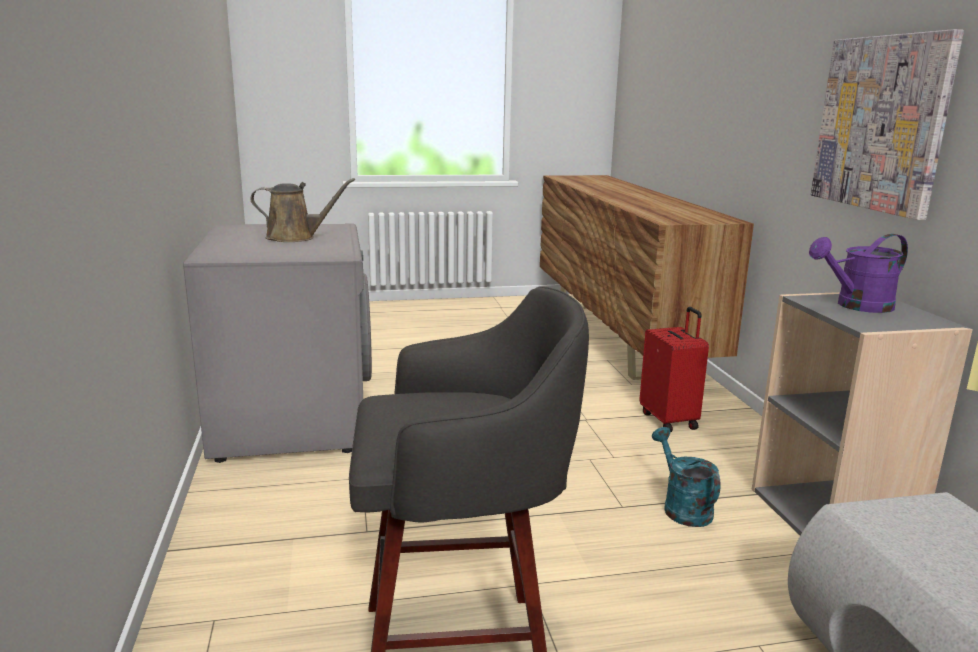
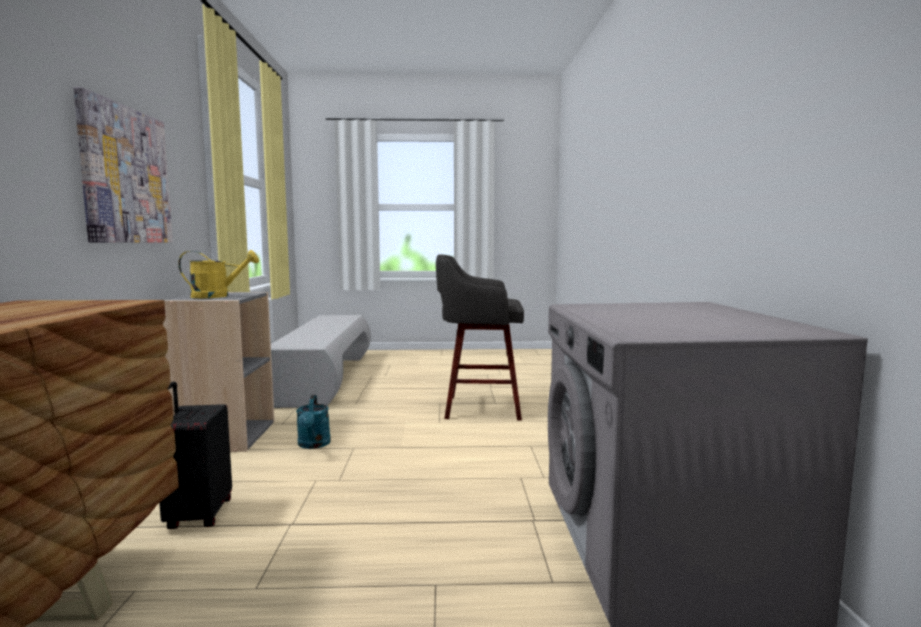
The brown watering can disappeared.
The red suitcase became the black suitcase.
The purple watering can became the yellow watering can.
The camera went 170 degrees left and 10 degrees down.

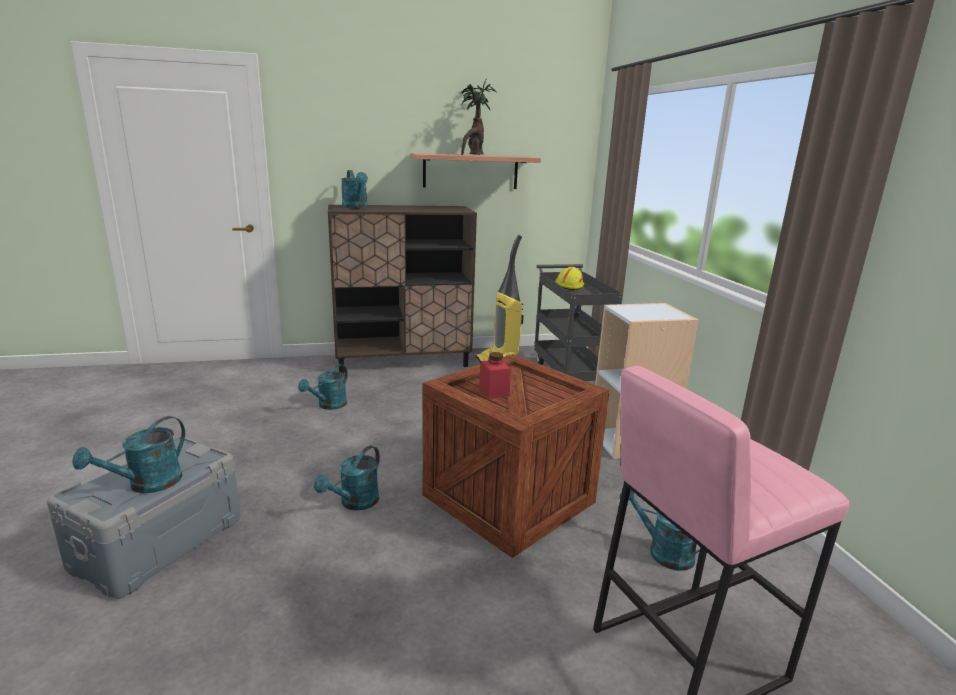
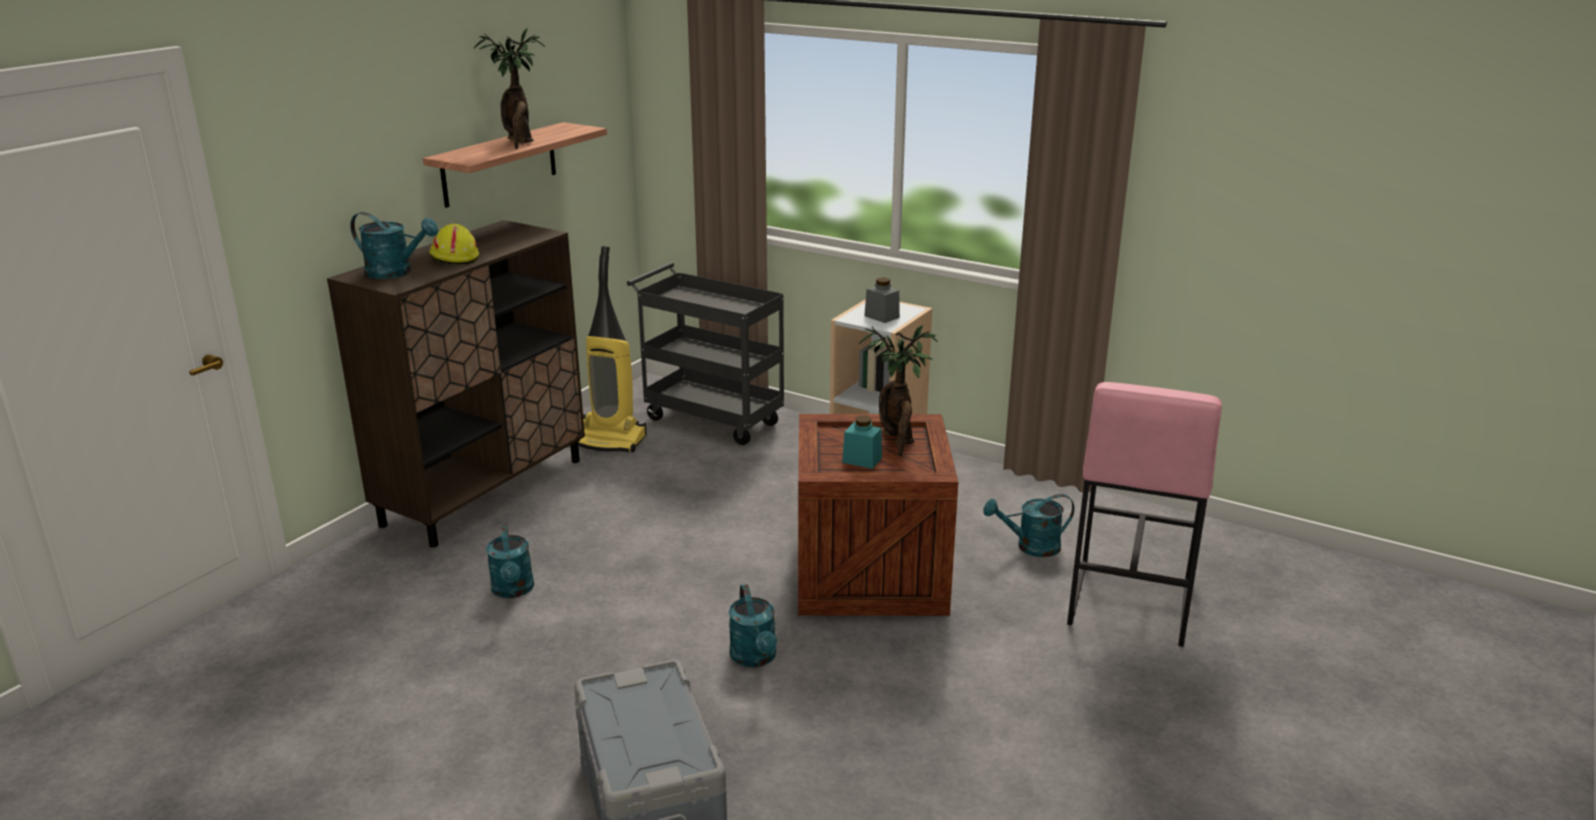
The turquoise watering can (1st from left) disappeared.
The potted plant (2nd from left) appeared.
The grey jar appeared.
The yellow hard hat moved.
The red jar became the turquoise jar.
The camera went 45 degrees left and 5 degrees up.

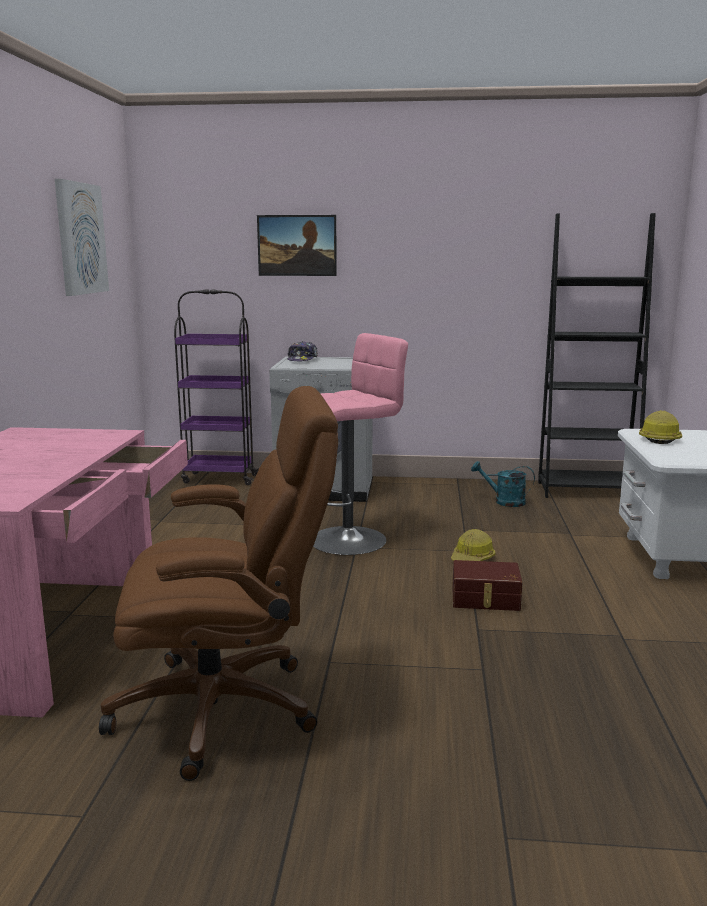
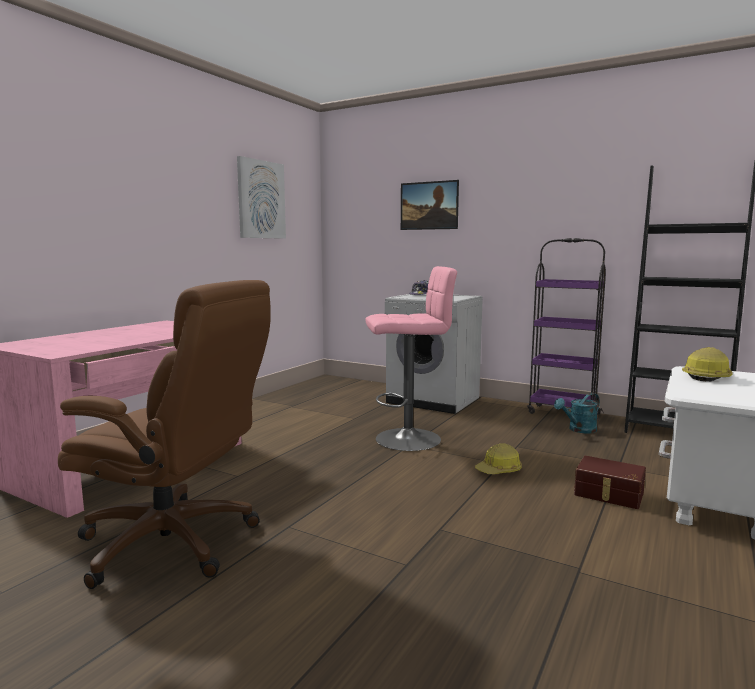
The purple cart moved.
The brown storage box moved.
The turquoise watering can turned 75 degrees counterclockwise.
The camera went 25 degrees right and 5 degrees down.

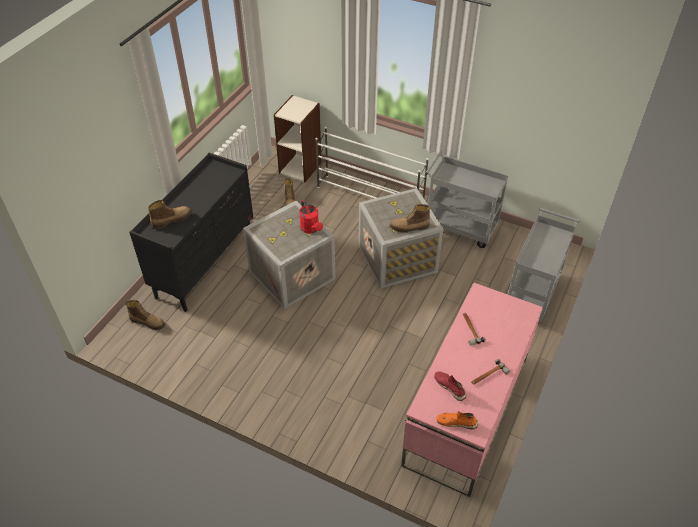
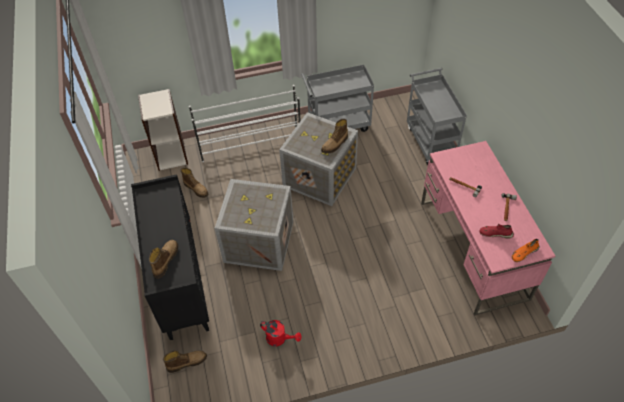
The red watering can moved.
The camera went 40 degrees left and 5 degrees up.

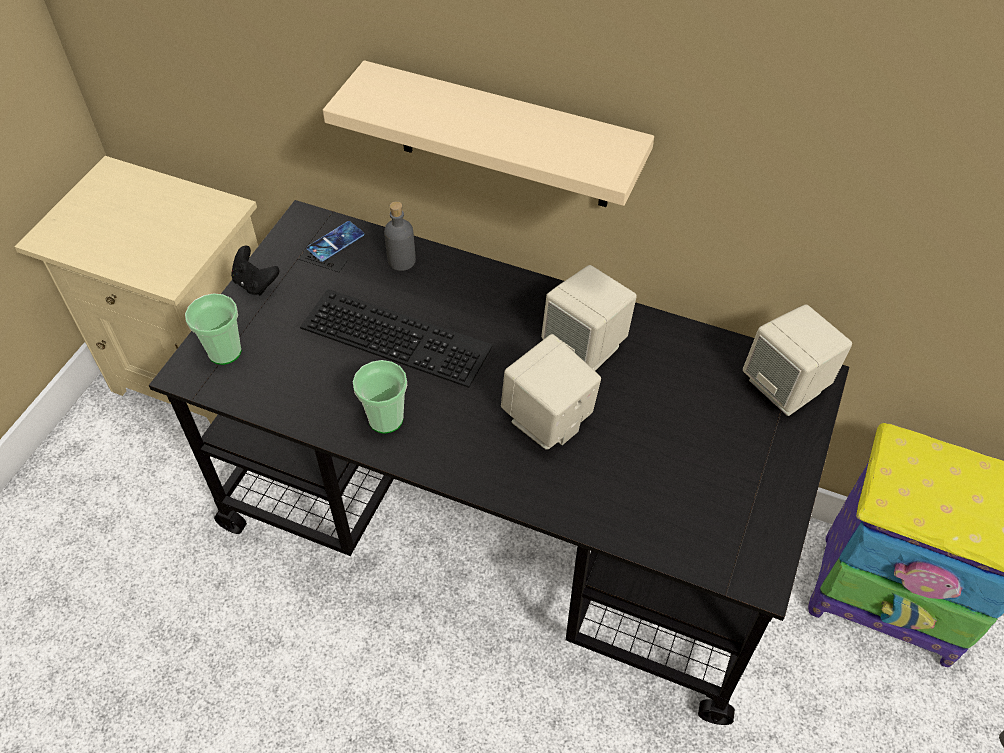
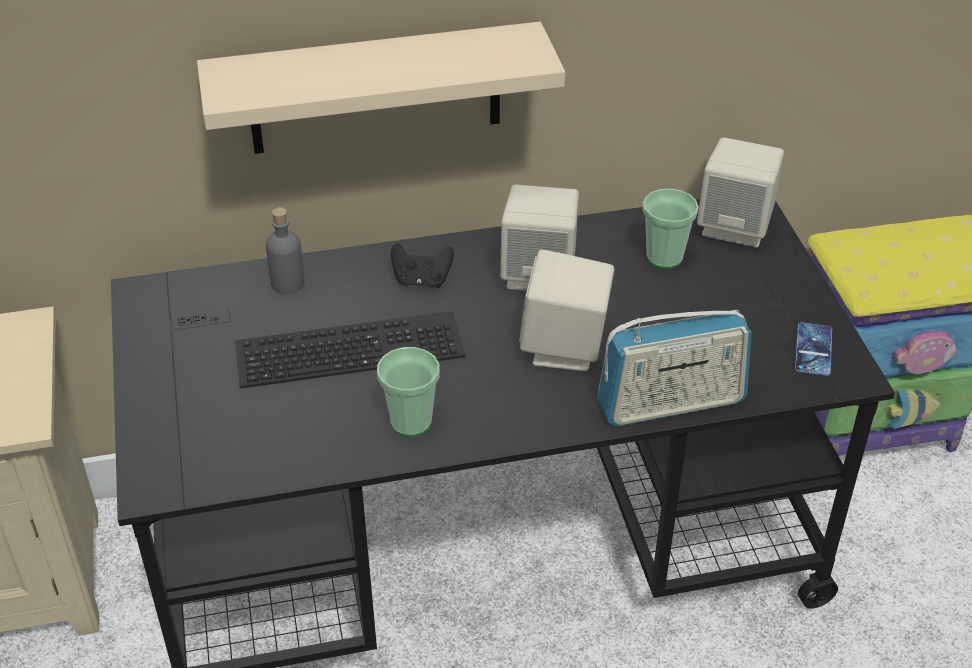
The radio appeared.
The cup (1st from left in the first image) moved.
The black game controller moved.
The phone moved.
The camera went 35 degrees left and 10 degrees down.

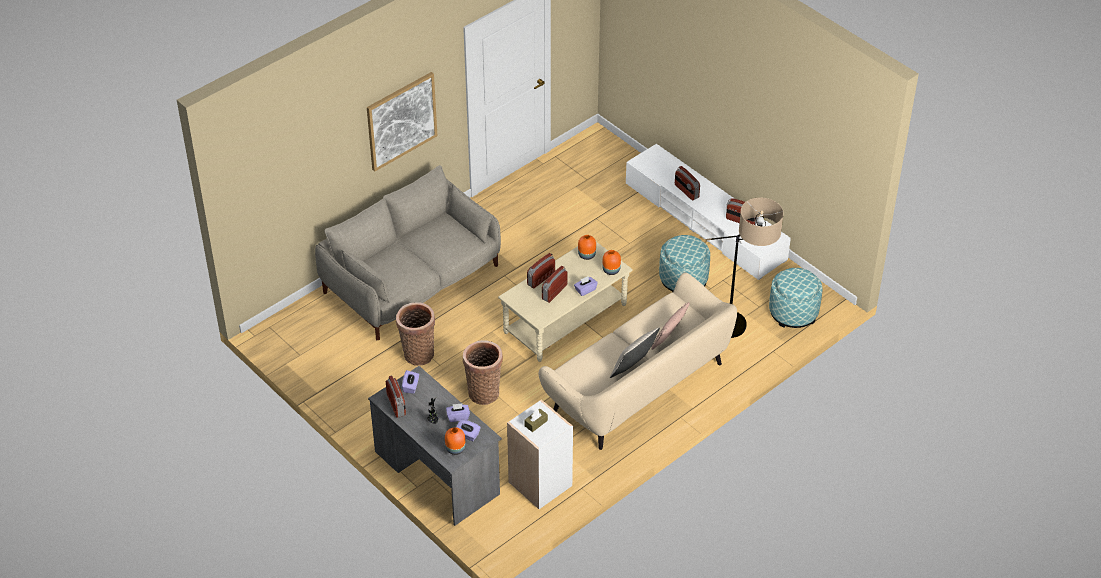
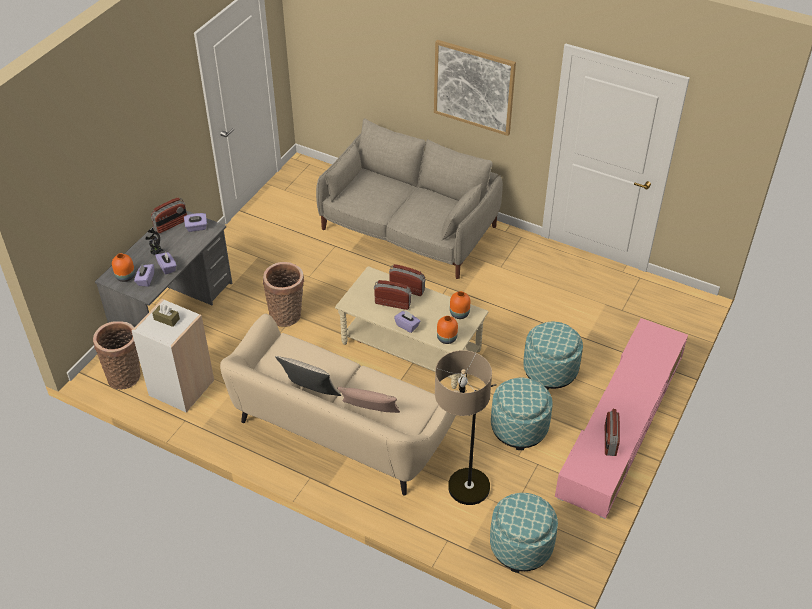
The radio (4th from left) disappeared.
The ottoman (3rd from left) appeared.
The basket (1st from left) moved.
The white tv stand became the pink tv stand.
The camera went 70 degrees right and 0 degrees up.

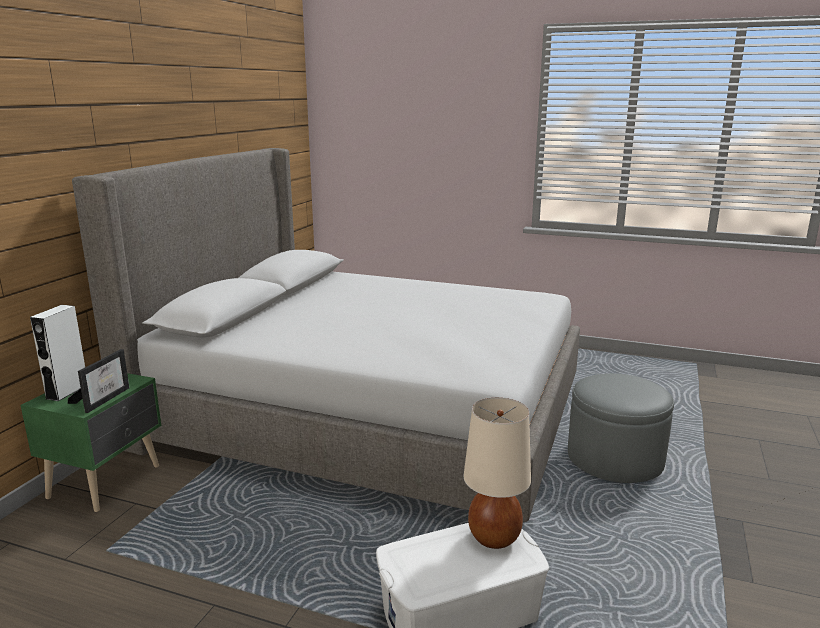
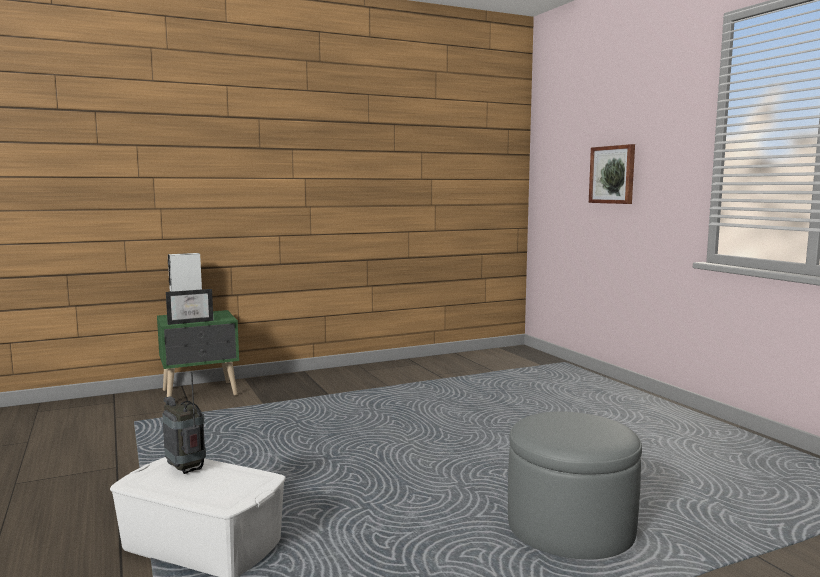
The bed disappeared.
The beige table lamp disappeared.
The radio appeared.
The picture appeared.
The camera went 45 degrees right and 10 degrees down.

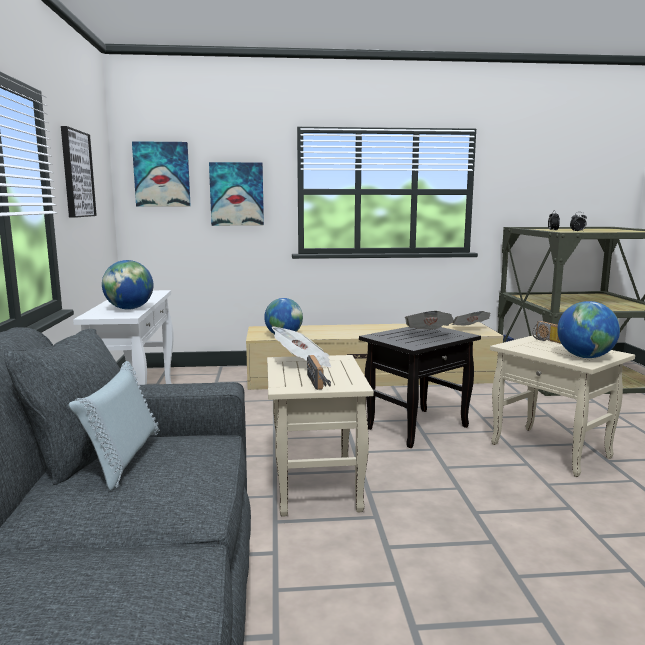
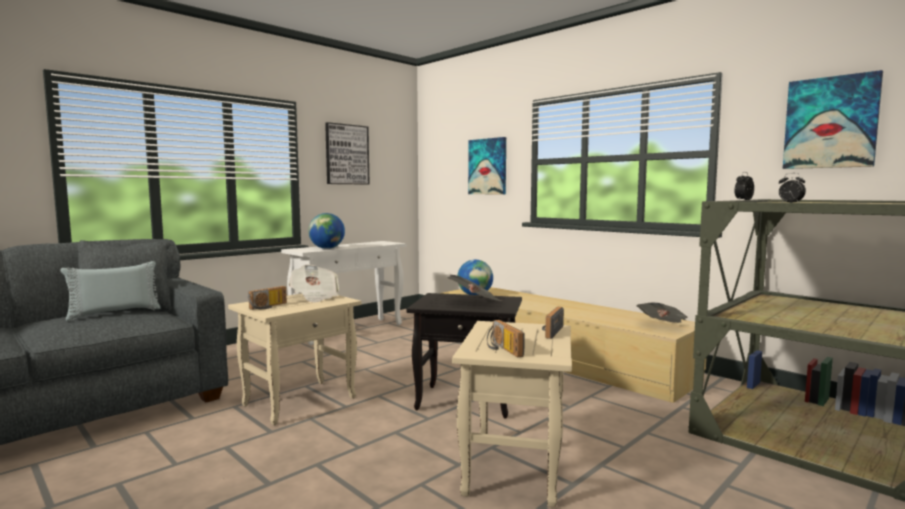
The picture (2nd from left in the first image) moved.
The globe (3rd from left) was replaced by the radio (2nd from left).
The camera went 50 degrees right and 5 degrees down.

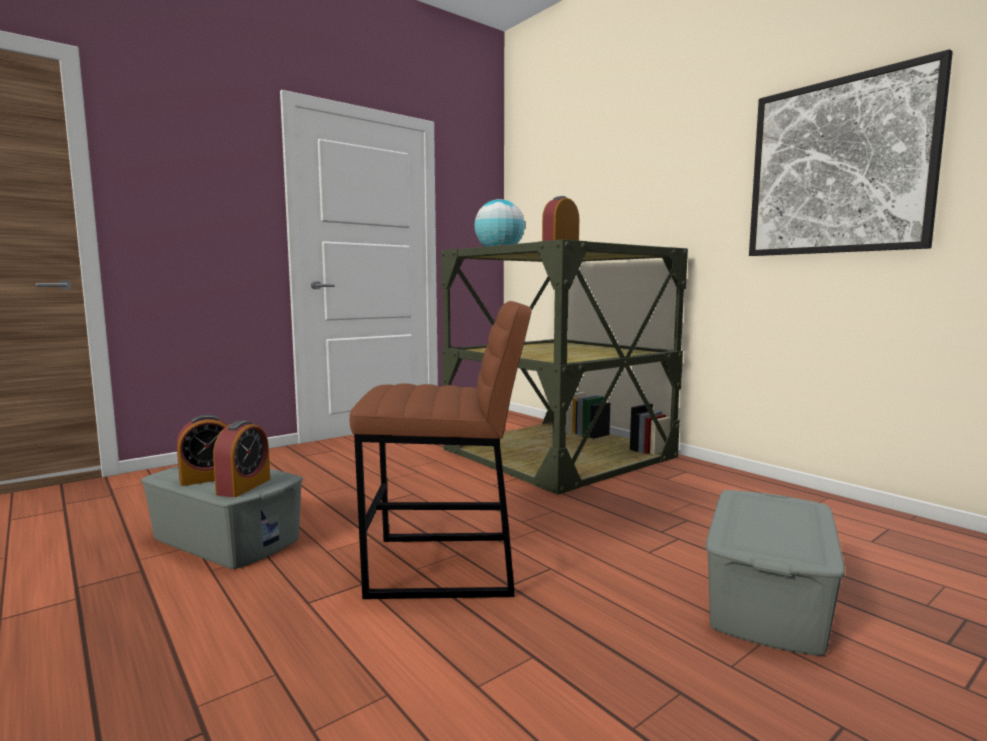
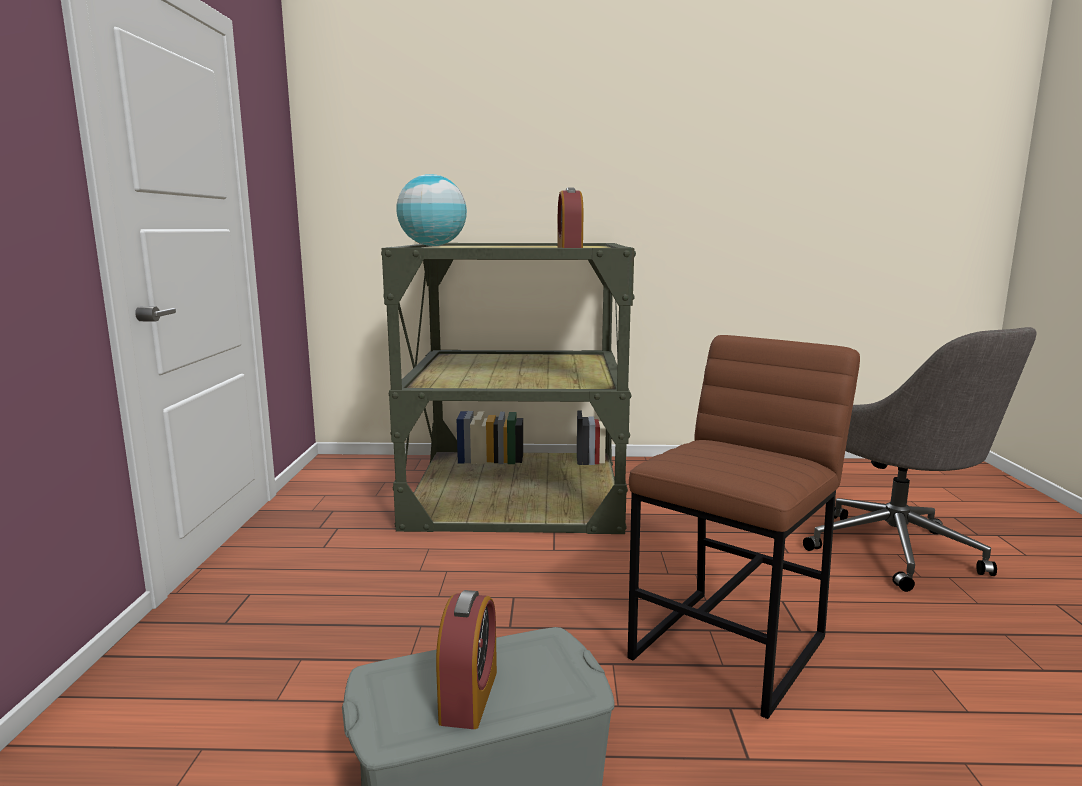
The alarm clock (2nd from left) disappeared.
The picture disappeared.
The grey storage box (2nd from left) was replaced by the grey office chair.
The camera went 50 degrees left and 5 degrees up.

